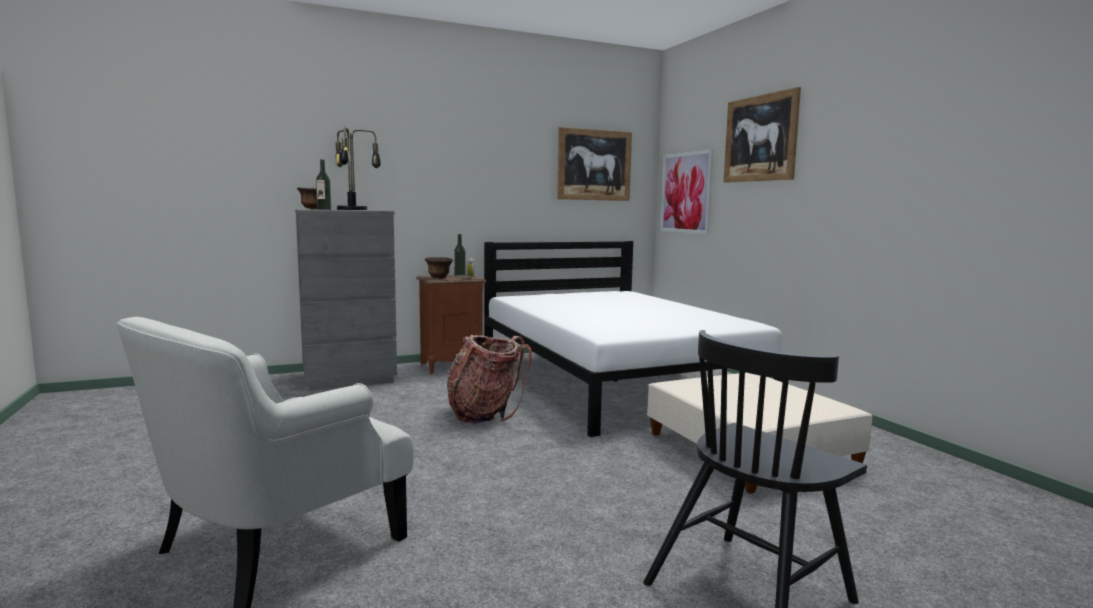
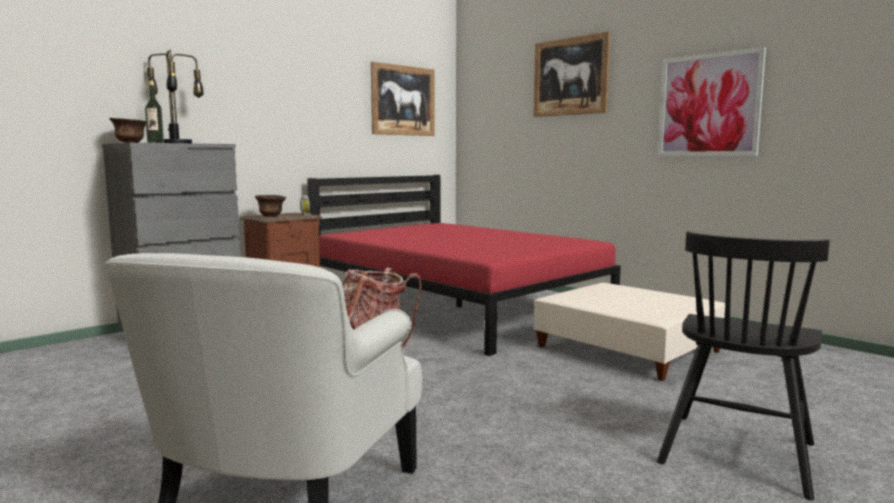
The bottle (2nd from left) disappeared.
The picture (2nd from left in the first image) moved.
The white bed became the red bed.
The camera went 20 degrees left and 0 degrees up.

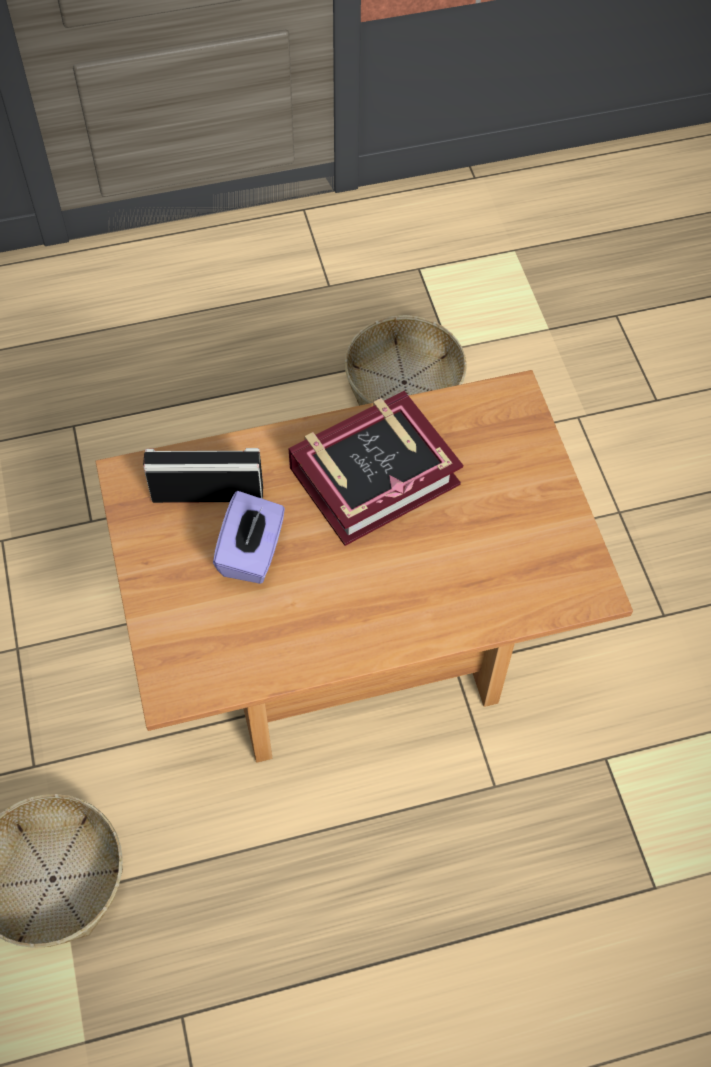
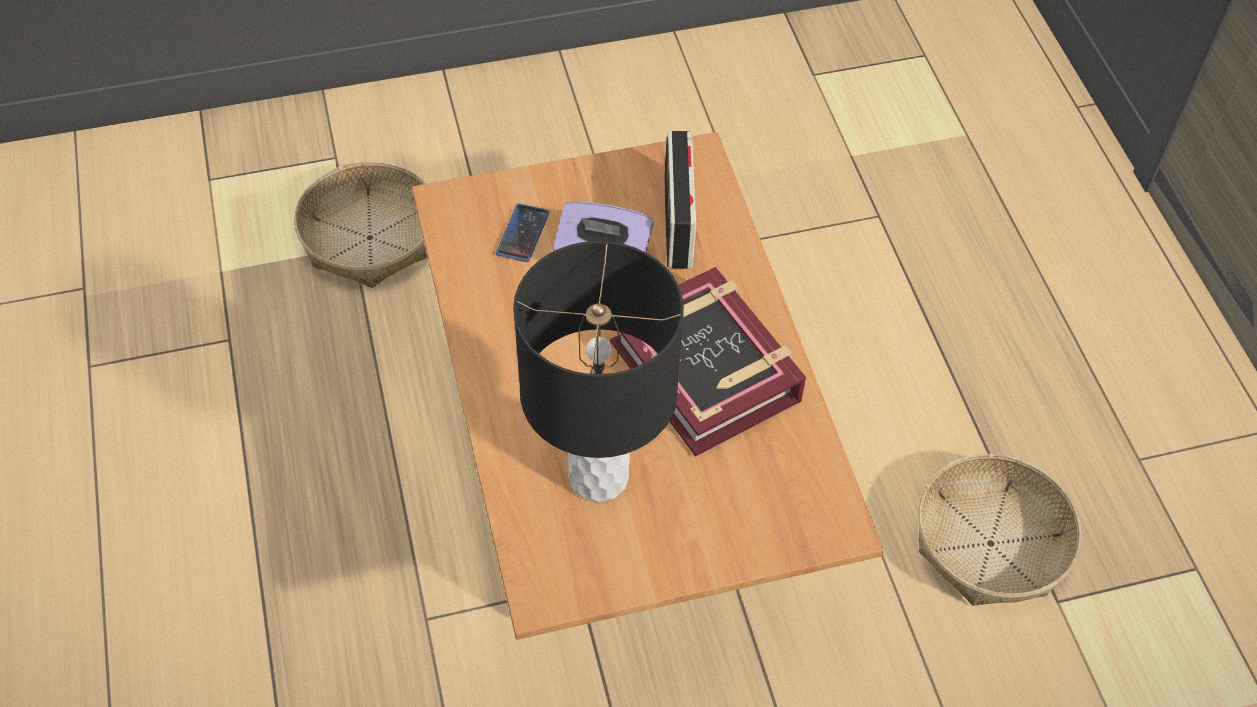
The phone appeared.
The black table lamp appeared.
The camera went 90 degrees right and 5 degrees down.

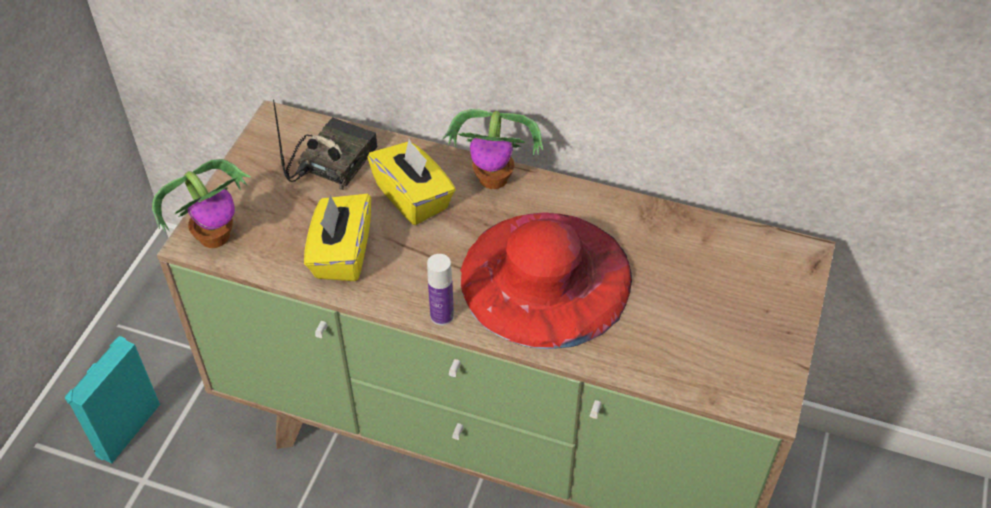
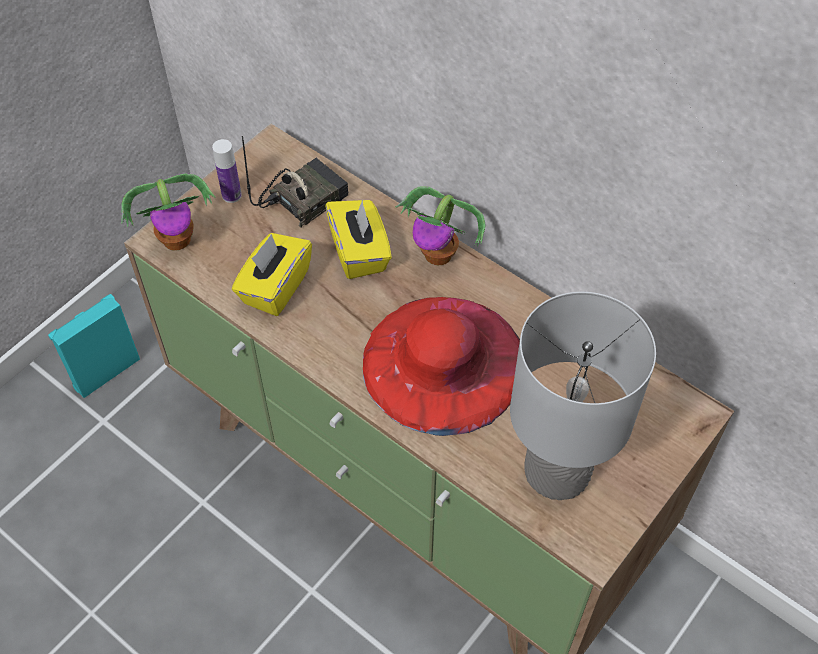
The grey table lamp appeared.
The bottle moved.
The camera went 20 degrees right and 5 degrees up.

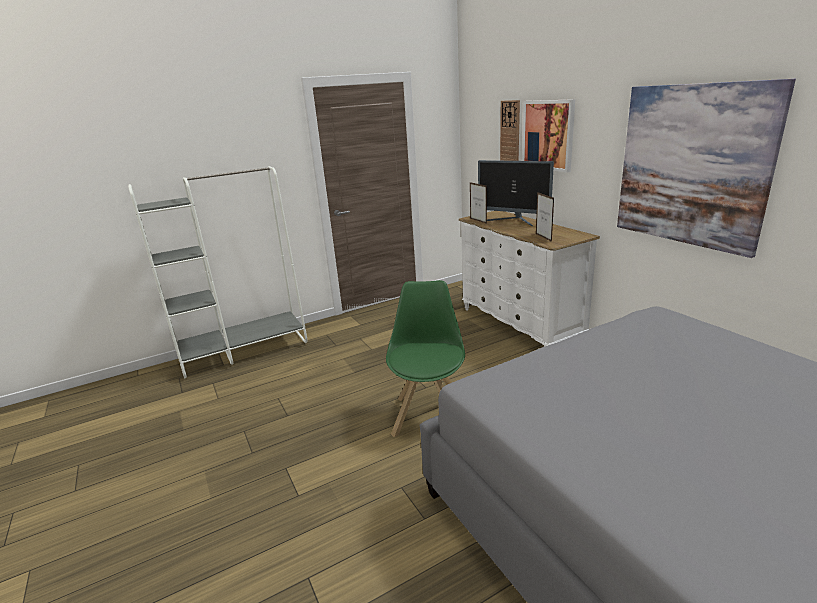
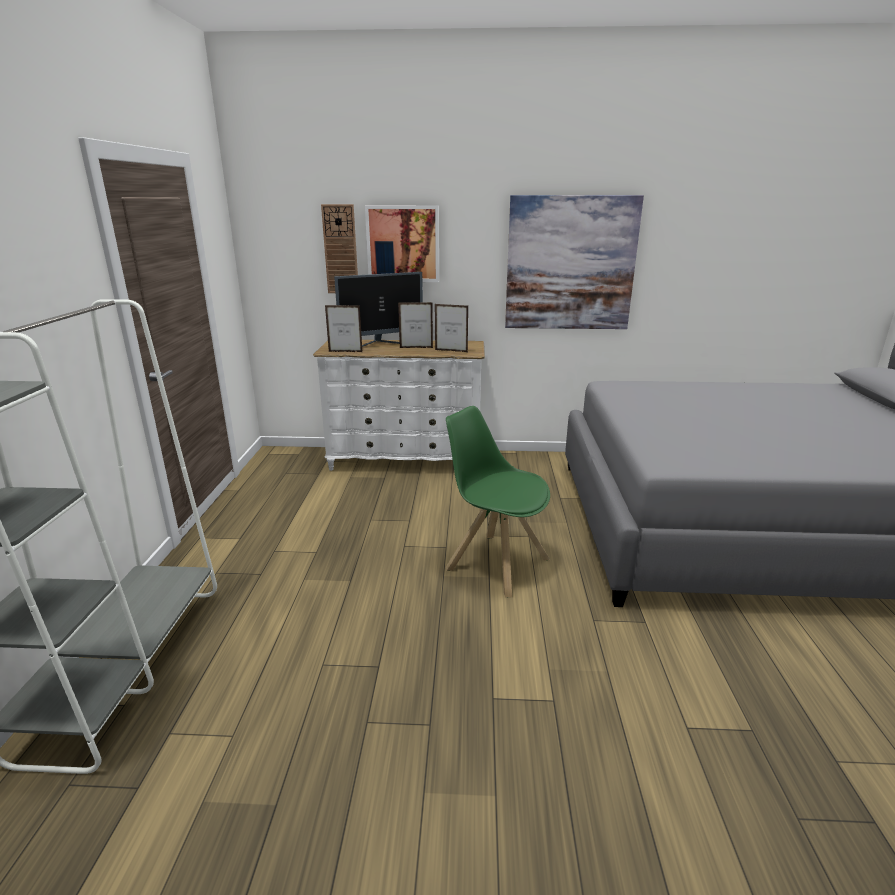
The picture frame (2nd from left) appeared.
The camera went 60 degrees left and 0 degrees up.

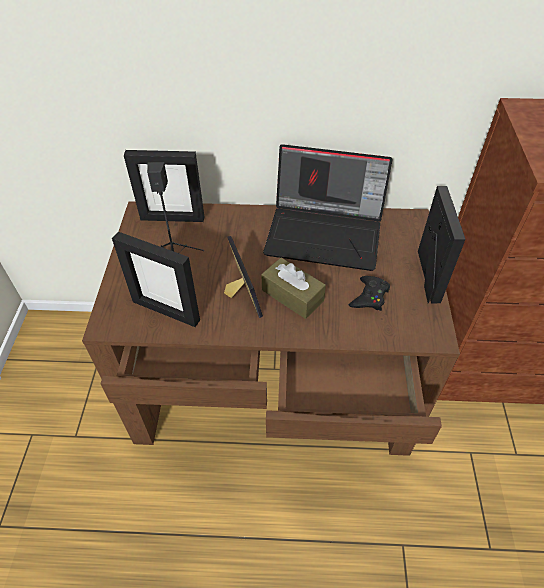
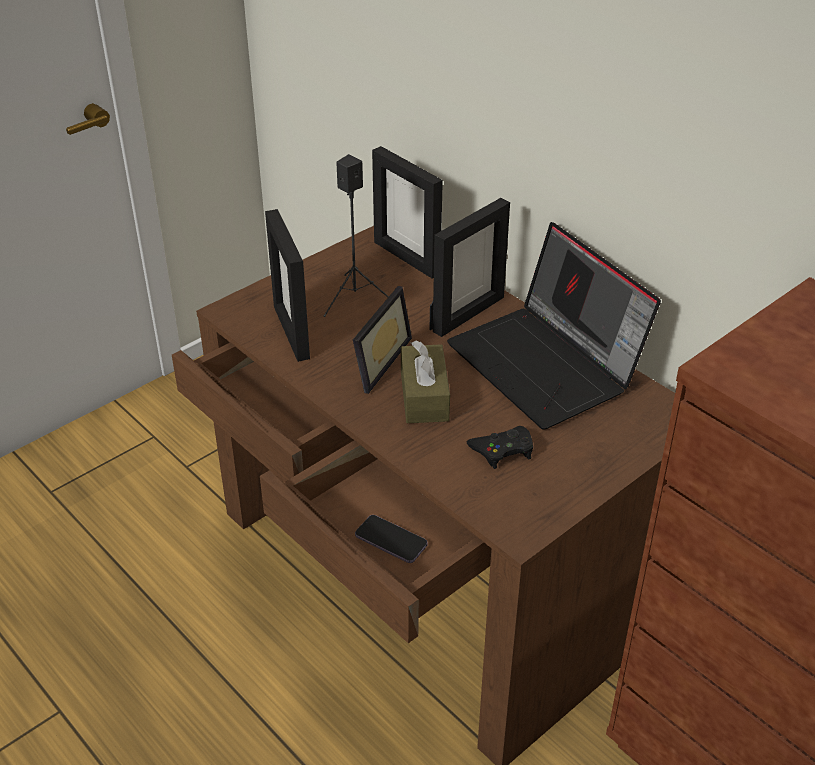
The phone appeared.
The picture frame (4th from left) moved.
The camera went 45 degrees right and 10 degrees down.

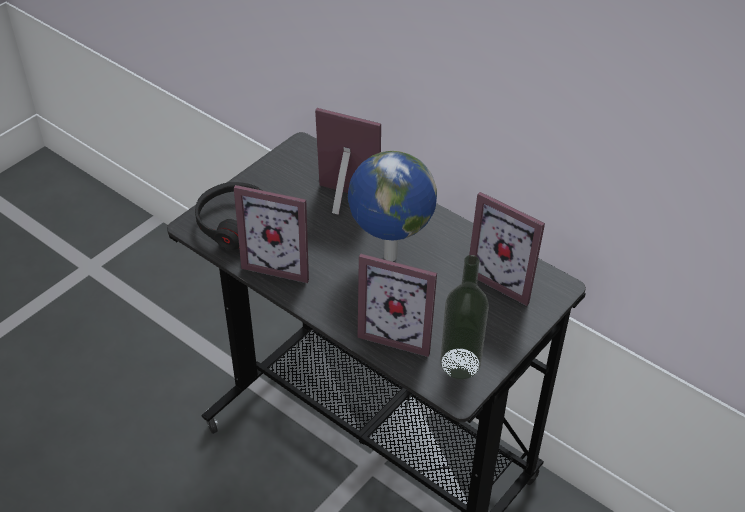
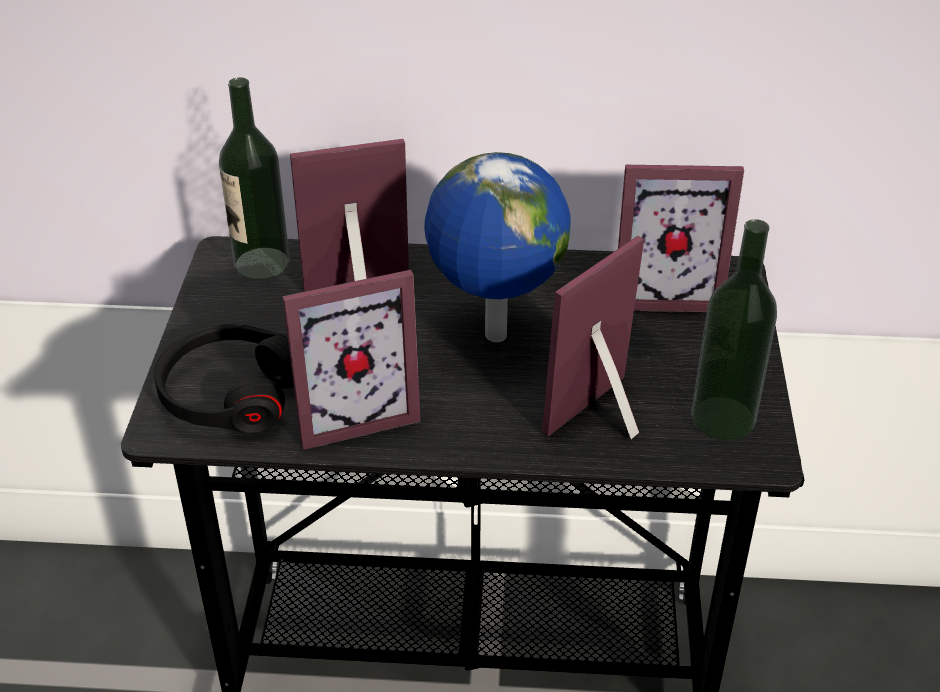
The bottle (1st from left) appeared.
The picture frame (3rd from left) turned 150 degrees clockwise.
The camera went 35 degrees left and 5 degrees down.

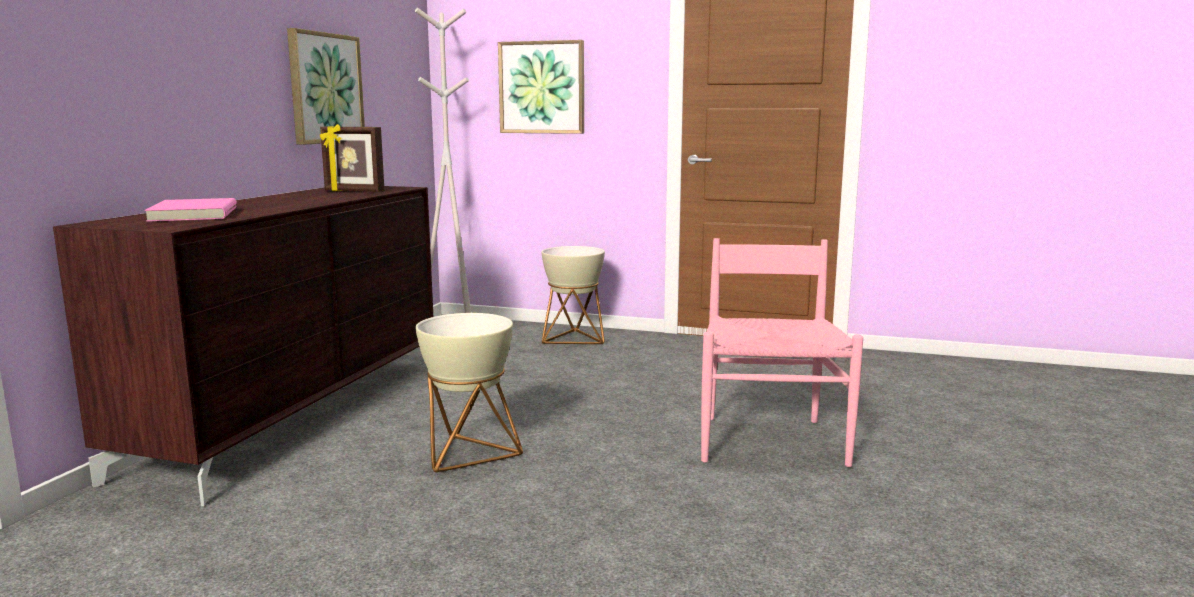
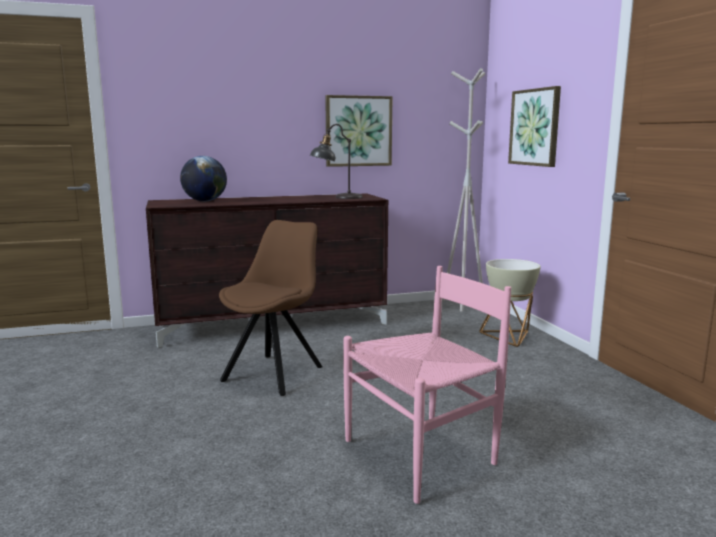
The pink book was replaced by the globe.
The picture frame was replaced by the grey table lamp.
The planter (1st from left) was replaced by the brown chair.
The camera went 55 degrees right and 0 degrees up.

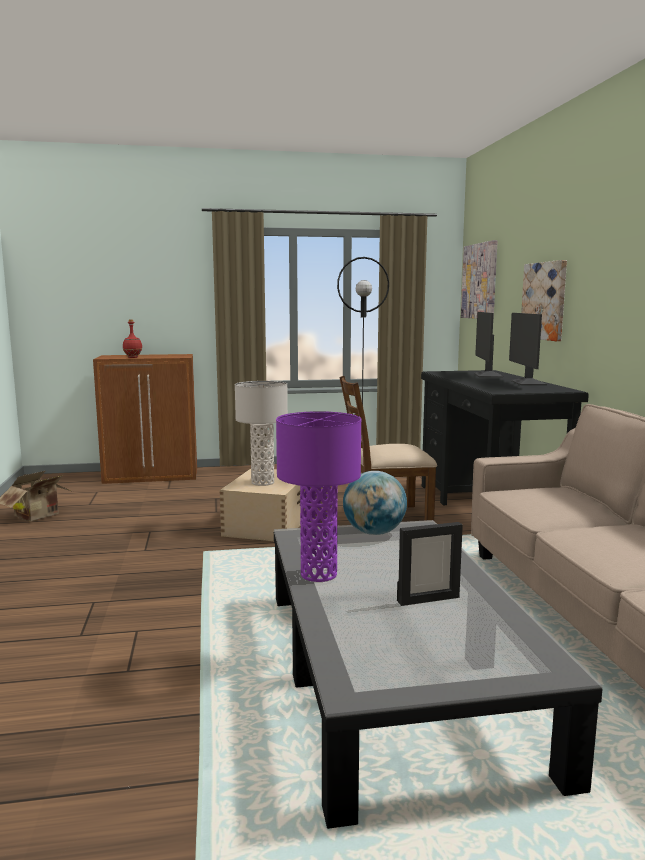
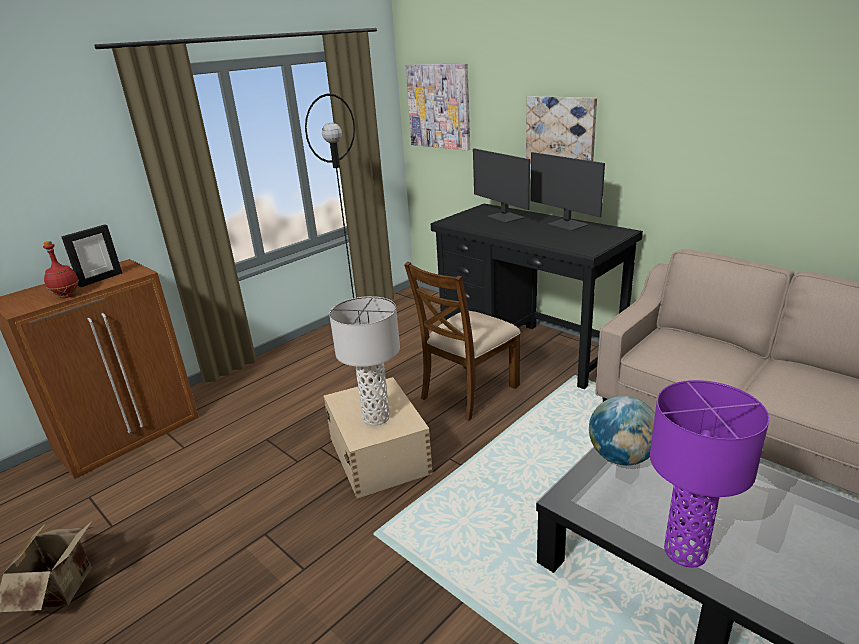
The picture frame moved.
The camera went 35 degrees left and 15 degrees up.

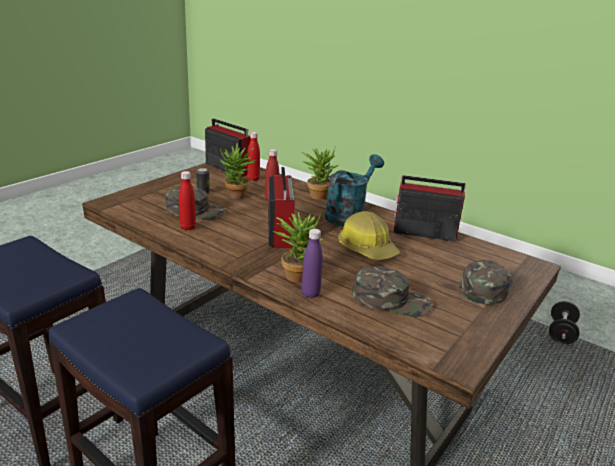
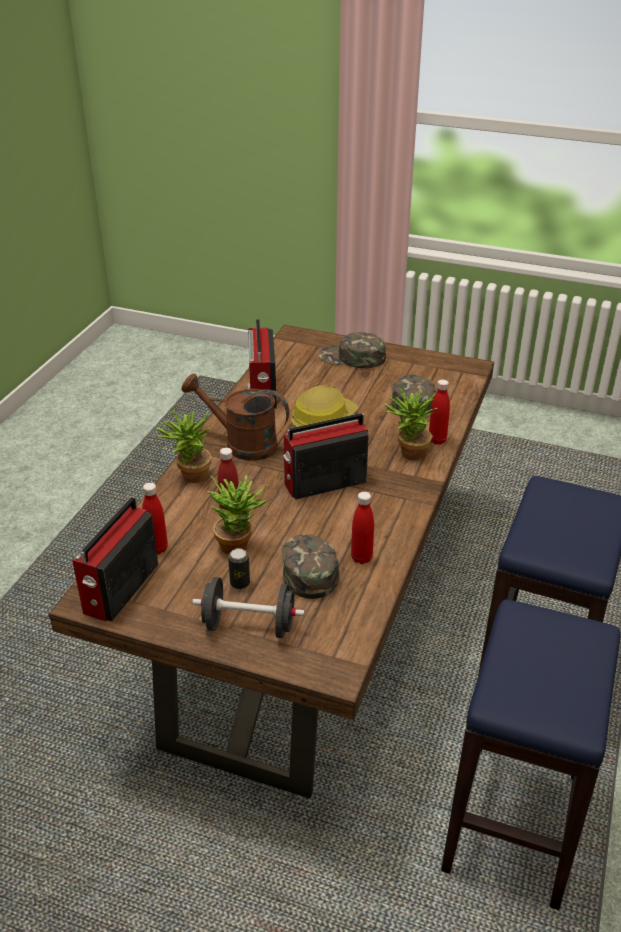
The black dumbbell moved.
The purple bottle became the red bottle (4th from left).
The turquoise watering can became the brown watering can.
The camera went 105 degrees left and 10 degrees up.

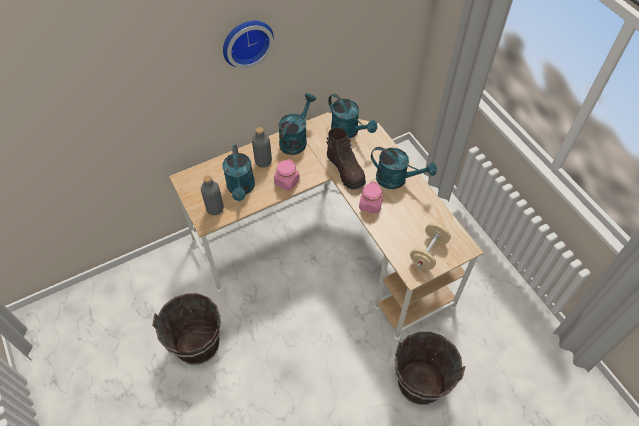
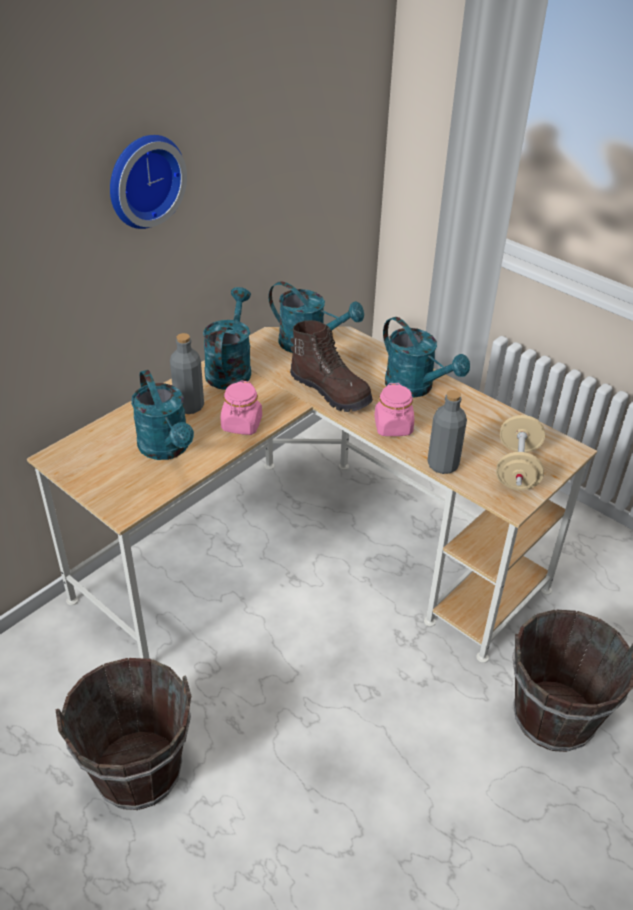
The grey bottle (1st from left in the first image) moved.
The turquoise watering can (4th from left) turned 45 degrees clockwise.
The camera went 20 degrees left and 15 degrees down.

